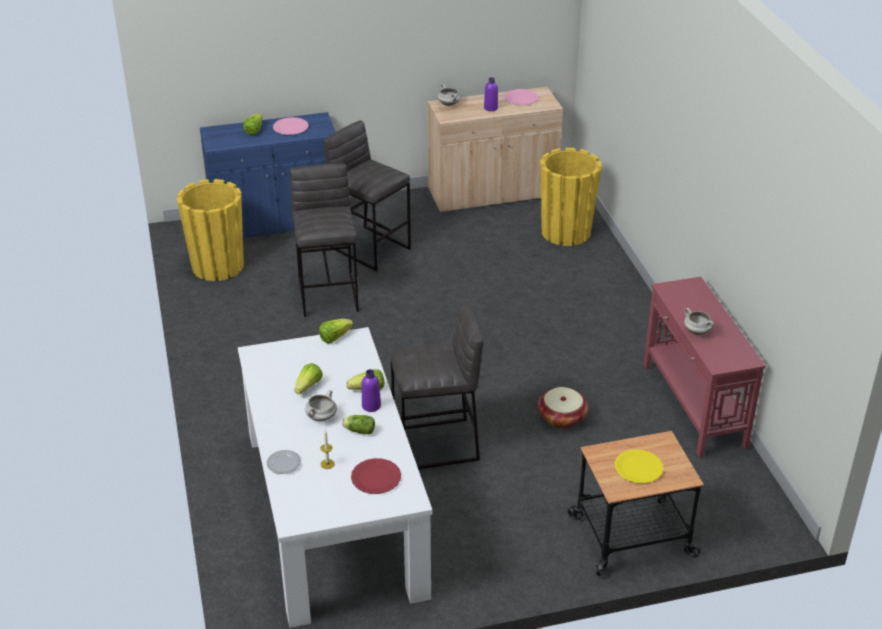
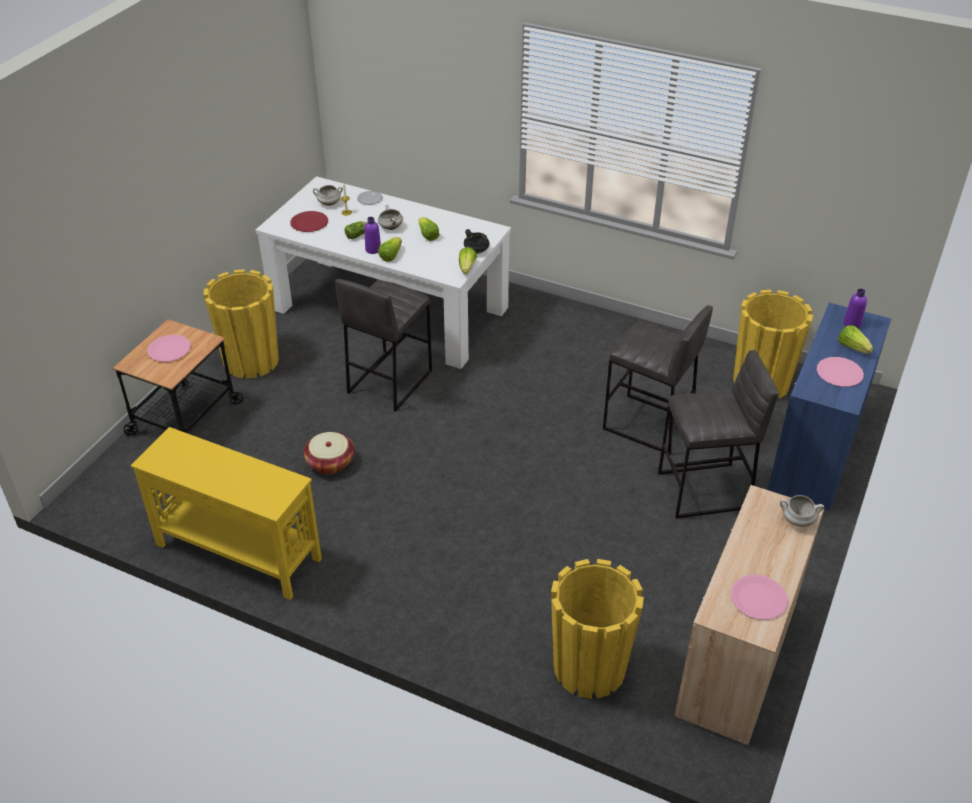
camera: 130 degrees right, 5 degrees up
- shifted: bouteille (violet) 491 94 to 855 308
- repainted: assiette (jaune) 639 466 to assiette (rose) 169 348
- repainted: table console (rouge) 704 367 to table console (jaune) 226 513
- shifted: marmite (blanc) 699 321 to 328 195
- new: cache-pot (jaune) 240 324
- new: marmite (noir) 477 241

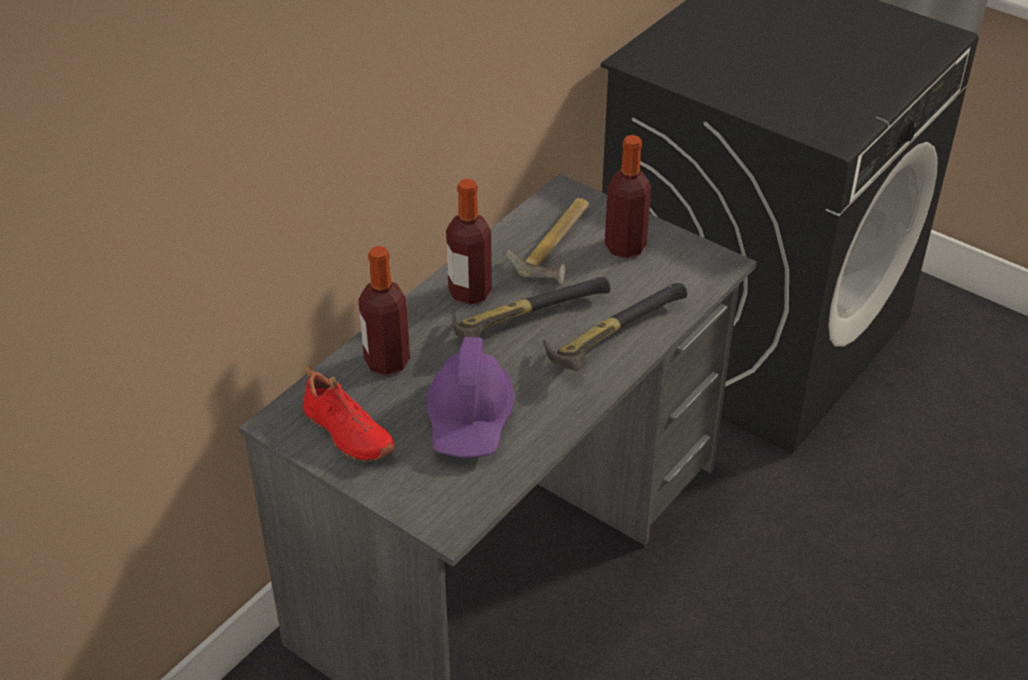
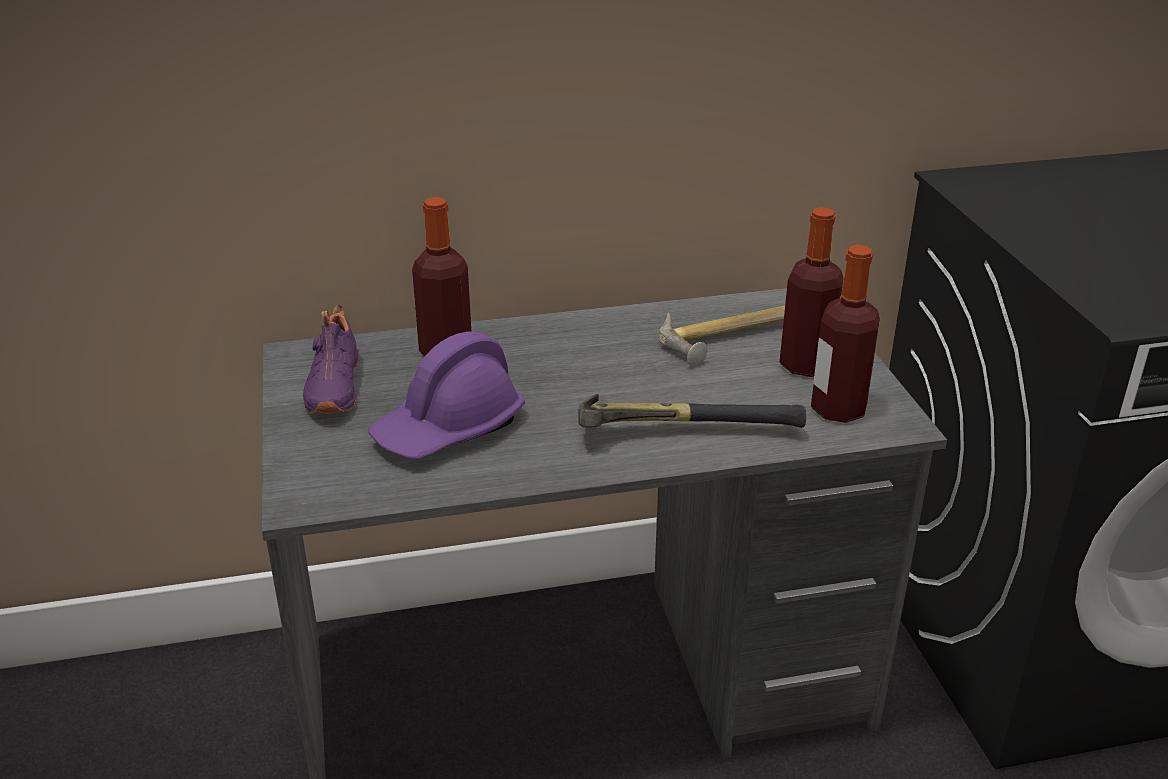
camera: 40 degrees right, 10 degrees down
- repainted: chaussure (rouge) 349 413 to chaussure (violet) 331 359
- shifted: bouteille 469 242 to 845 334
- gone: marteau 531 308

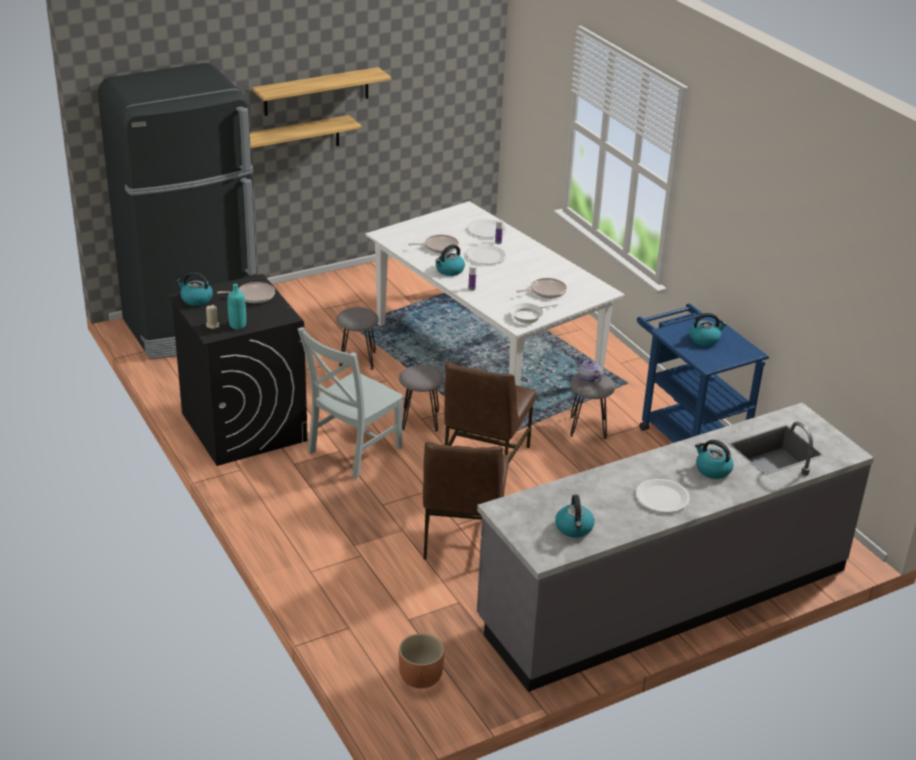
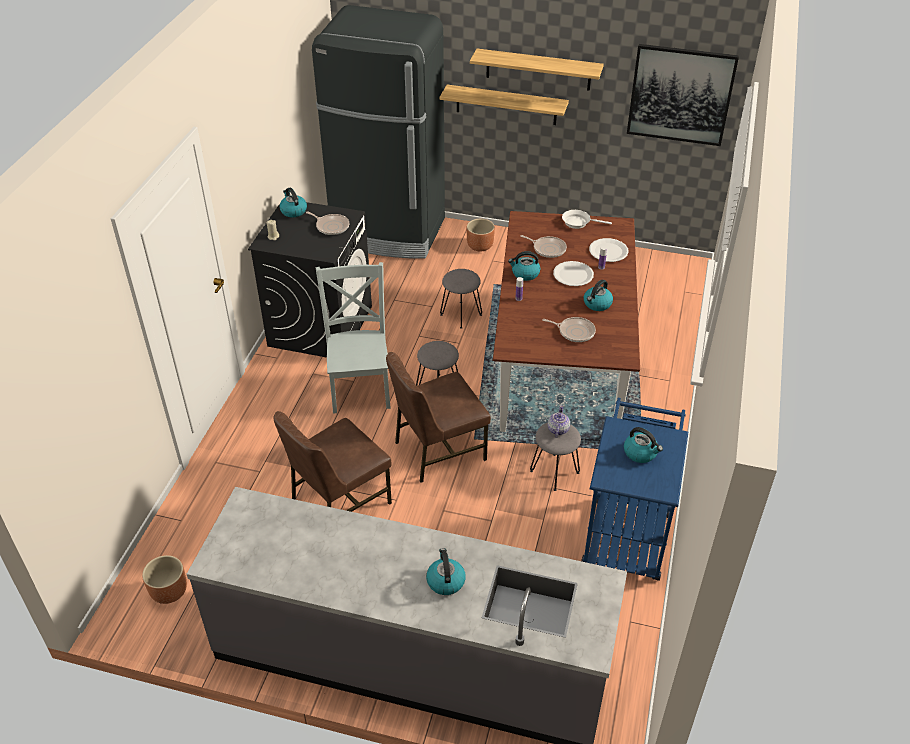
camera: 45 degrees right, 10 degrees up
- gone: bouteille (turquoise) 237 306
- rotated: chaise (gris) 351 403 = 353 338 90 degrees clockwise
- repainted: table à manger (blanc) 495 293 to table à manger (marron) 566 321
- shifted: poêle (blanc) 534 313 to 587 219
- shifted: bouilloire 574 516 to 598 295
- gone: assiette (blanc) 662 496
- new: cache-pot (marron) 480 235
- new: tableau 683 95

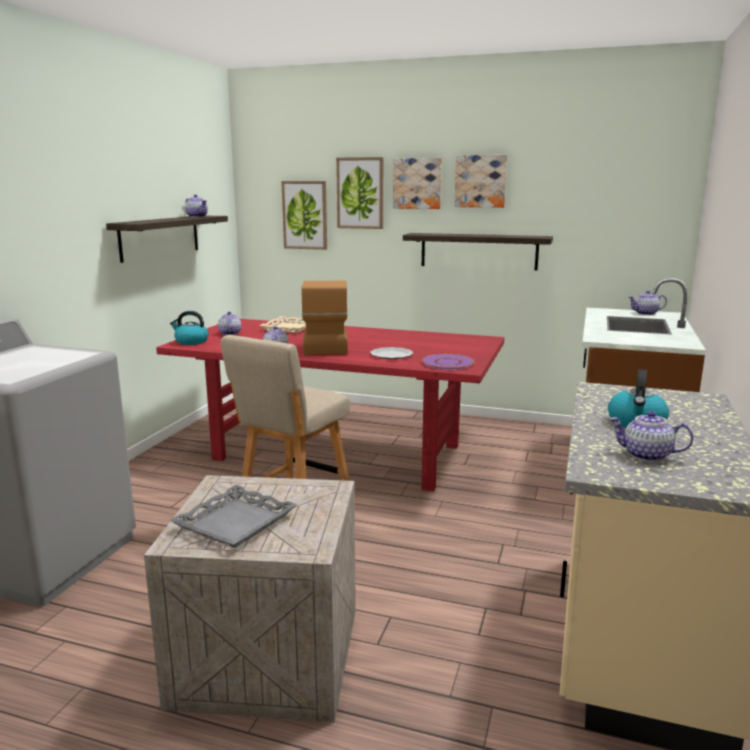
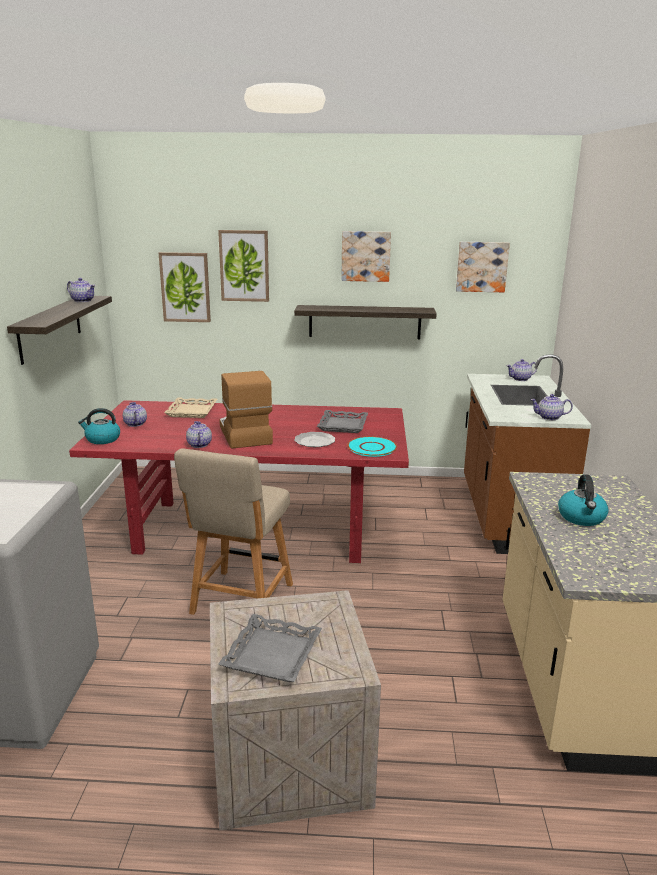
camera: 15 degrees left, 5 degrees up
- shifted: tableau 417 183 to 483 267
- repainted: assiette (violet) 448 362 to assiette (turquoise) 372 447
- shifted: théière 651 436 to 551 407
- new: plateau (gris) 342 421

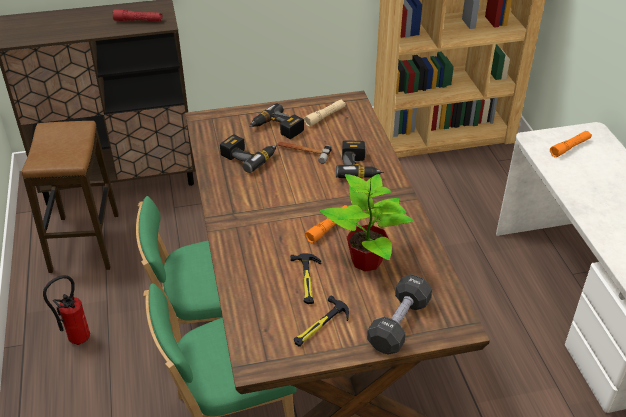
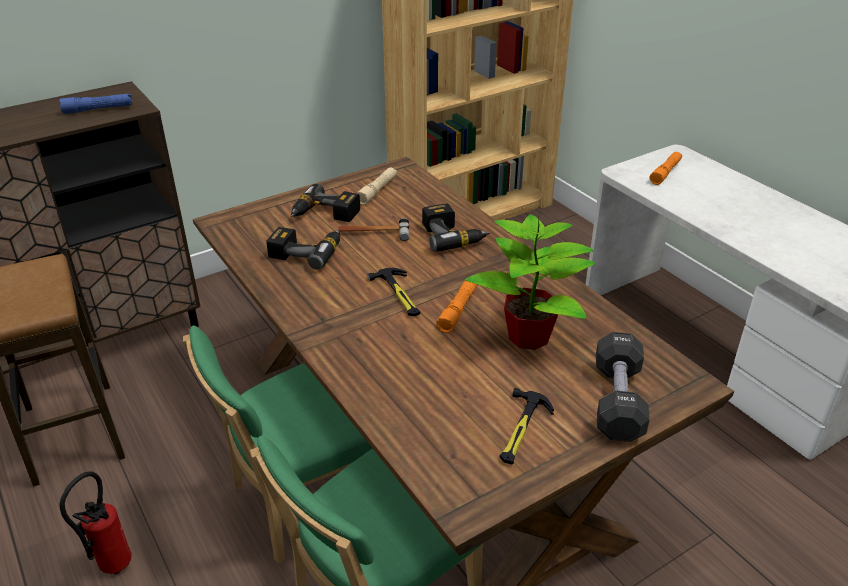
camera: 20 degrees left, 5 degrees down
- repainted: lampe de poche (rouge) 138 15 to lampe de poche (bleu) 95 104
- shifted: marteau 305 278 to 394 292

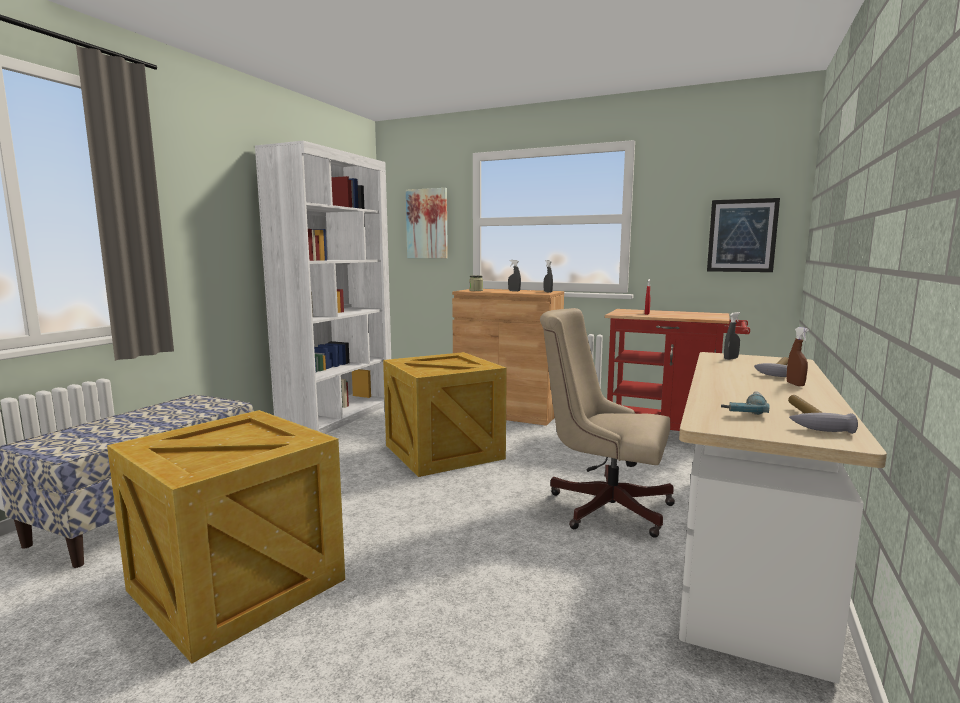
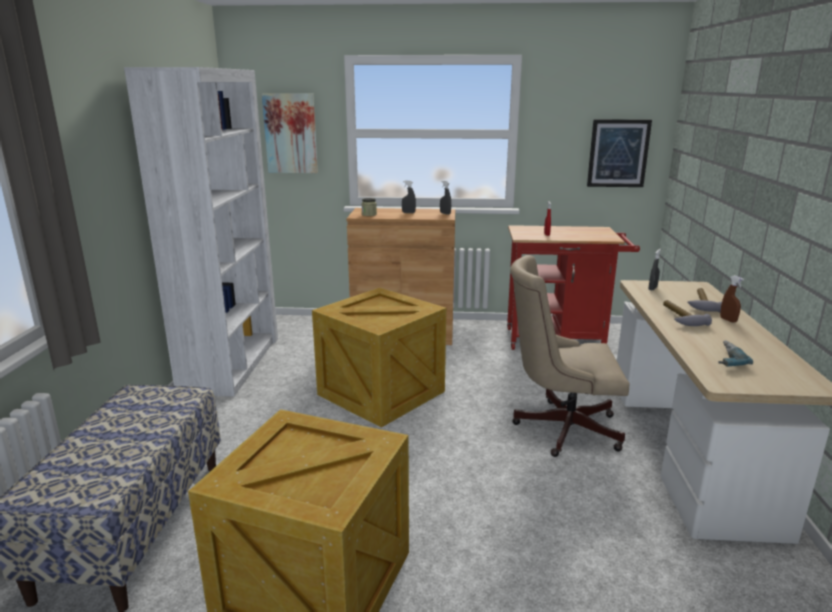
camera: 20 degrees left, 10 degrees up
- shifted: marteau 823 414 to 687 313

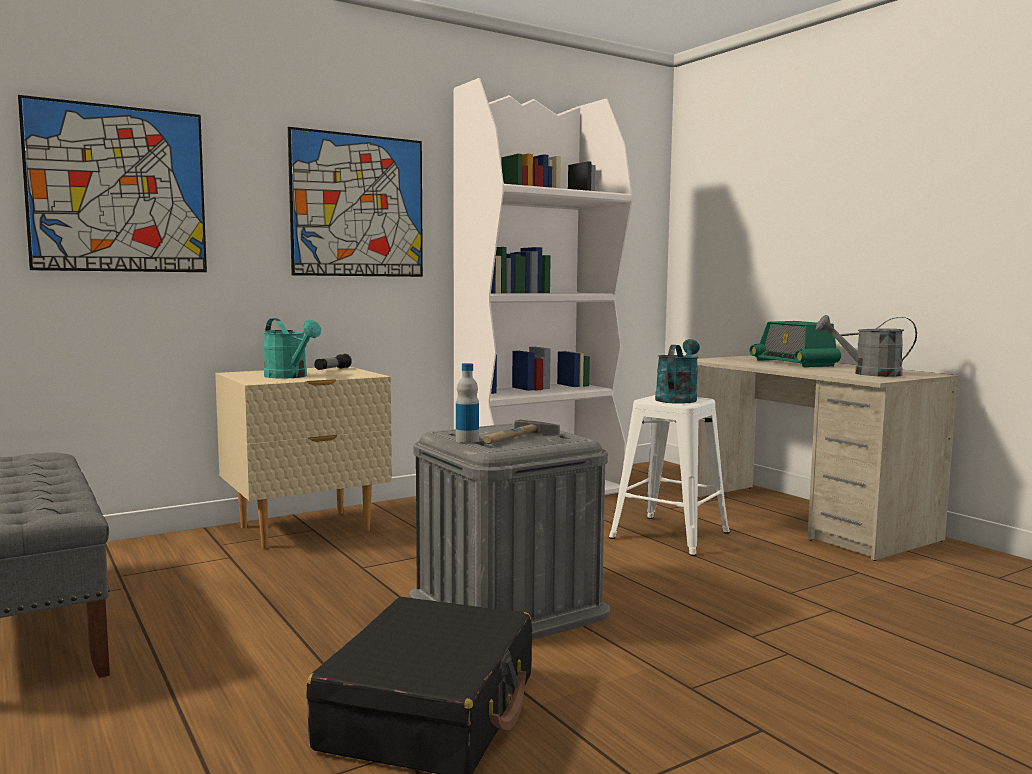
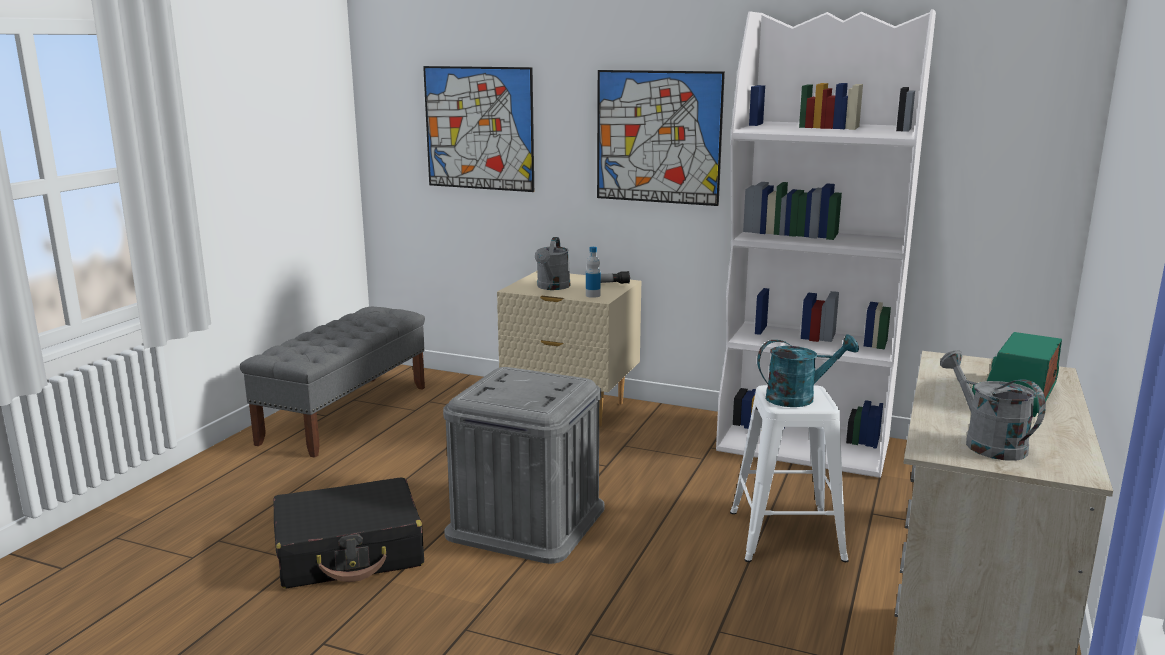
camera: 55 degrees right, 10 degrees up
- repainted: arrosoir (turquoise) 292 348 to arrosoir (gris) 552 263
- shifted: bouteille 467 403 to 593 272
- gone: marteau 521 432

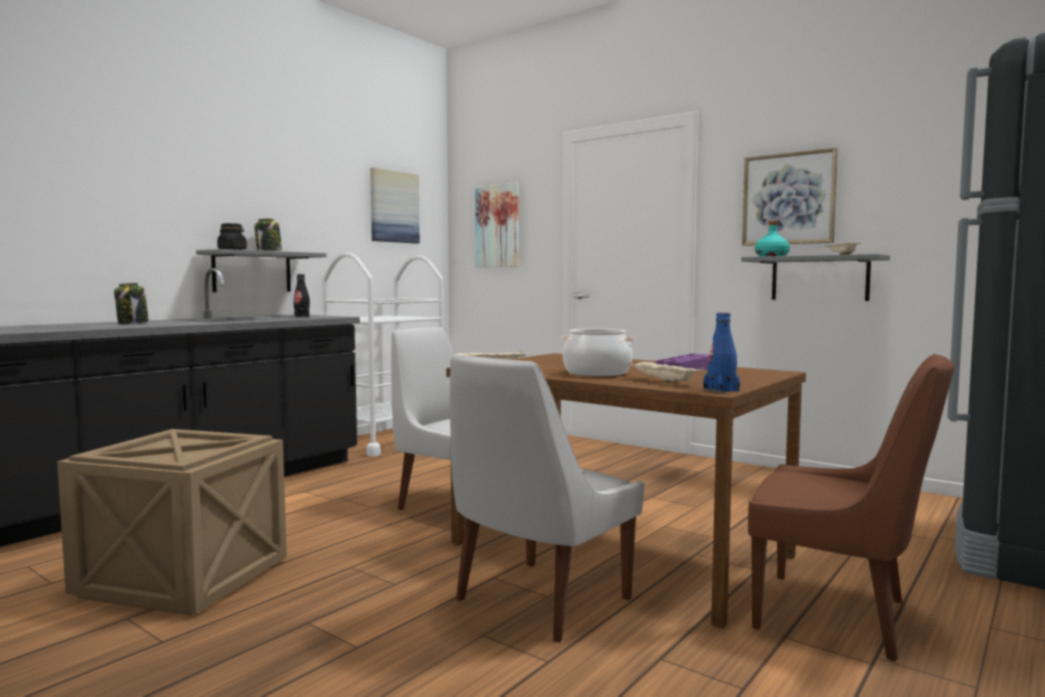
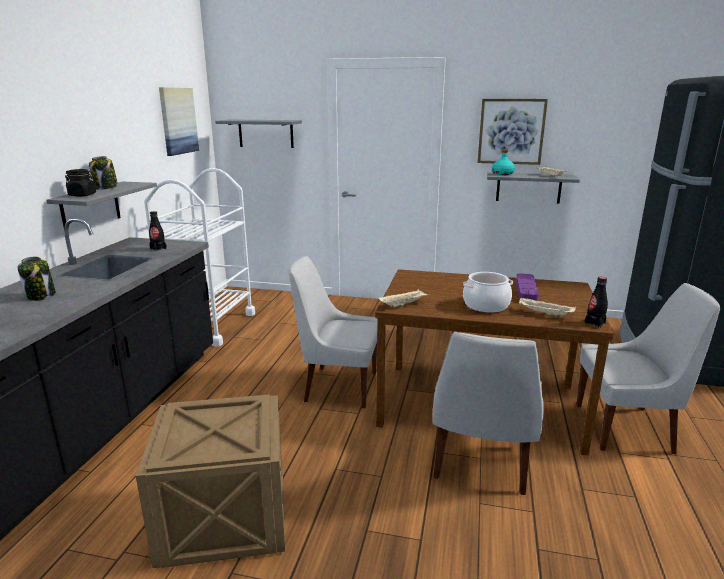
camera: 25 degrees left, 15 degrees up
- swapped: tableau 497 225 to étagère (gris) 258 133
- repainted: bouteille (bleu) 721 352 to bouteille (noir) 596 302
- repainted: chaise (marron) 851 508 to chaise (blanc) 648 369

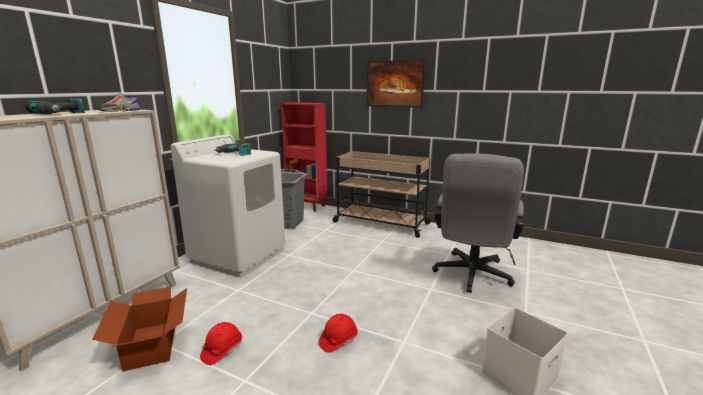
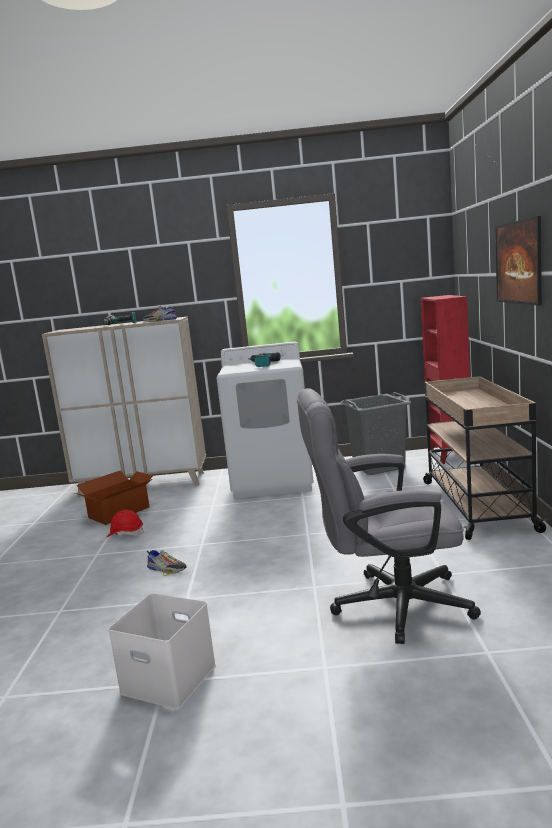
camera: 65 degrees right, 5 degrees down
- swapped: casque de chantier (rouge) 338 333 to chaussure 167 563

